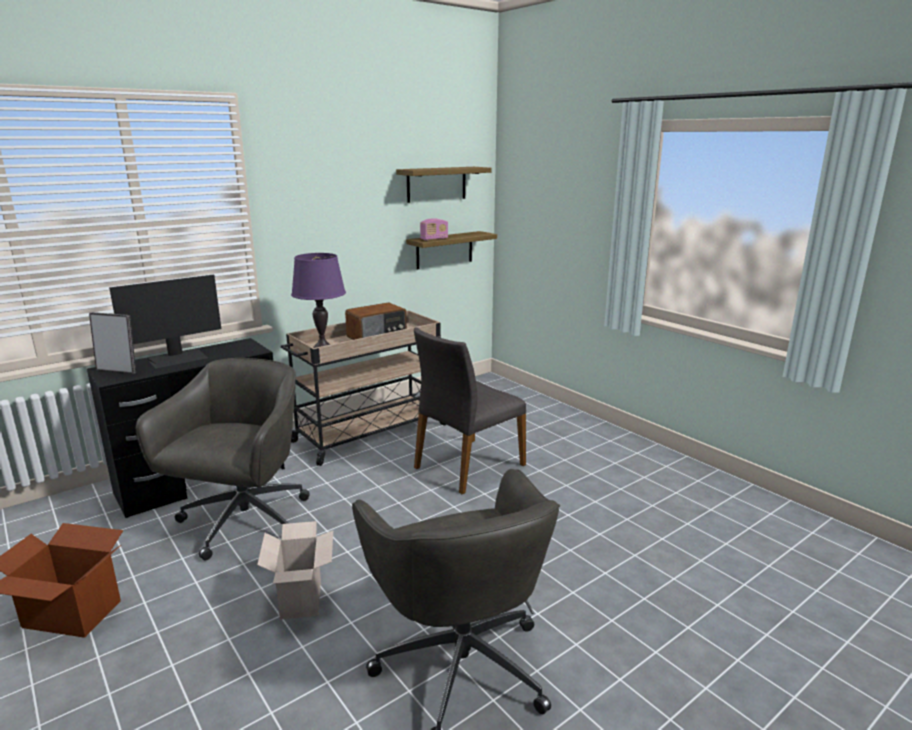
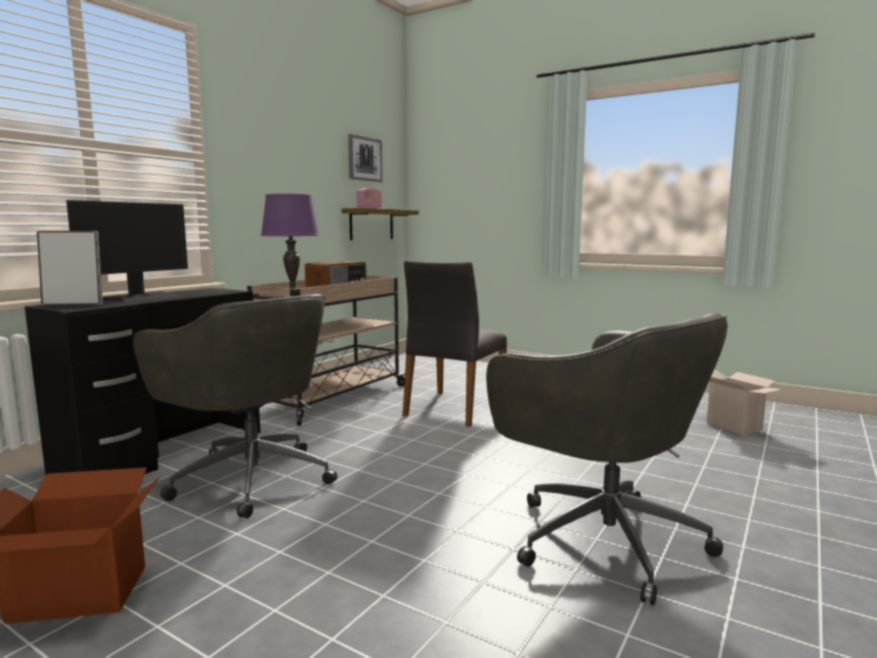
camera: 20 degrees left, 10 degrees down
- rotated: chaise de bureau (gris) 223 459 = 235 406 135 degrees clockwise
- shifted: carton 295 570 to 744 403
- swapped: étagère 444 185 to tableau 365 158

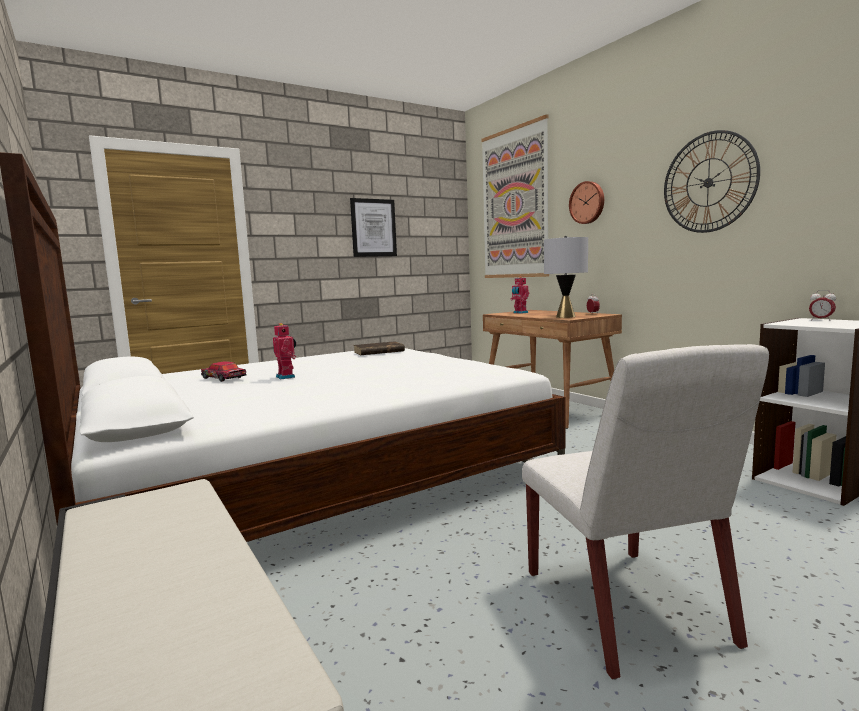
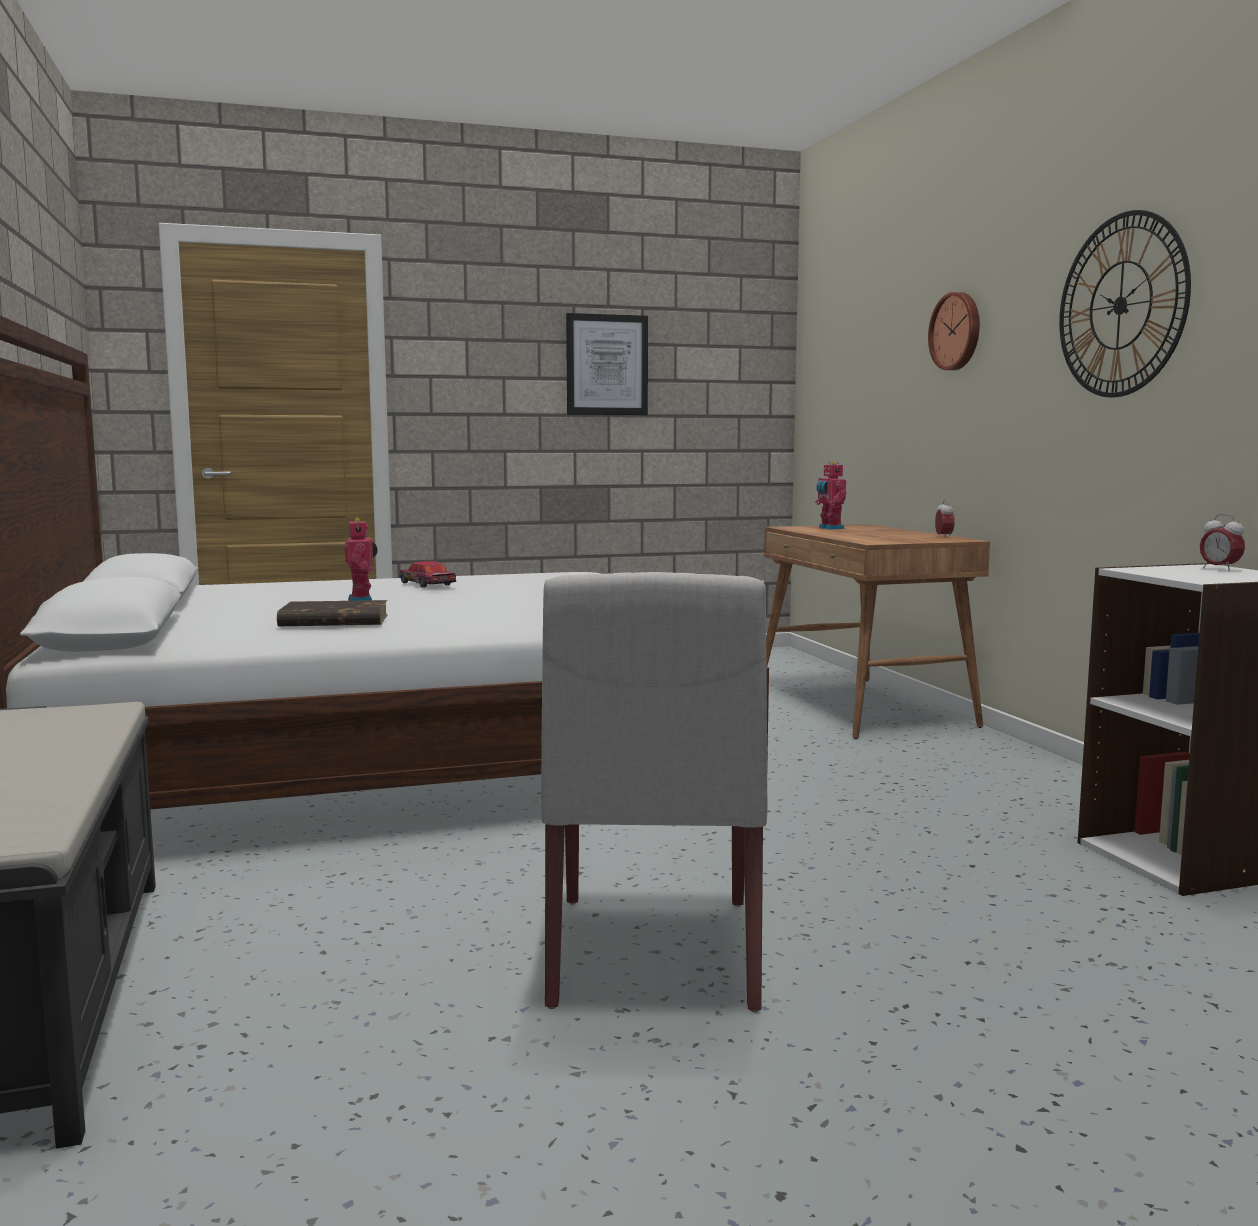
camera: 15 degrees right, 0 degrees up
- shifted: petite voiture 223 371 to 428 574
- shifted: livre (marron) 379 348 to 332 613
- gone: tableau 515 196
- gone: lampe de table (gris) 566 277

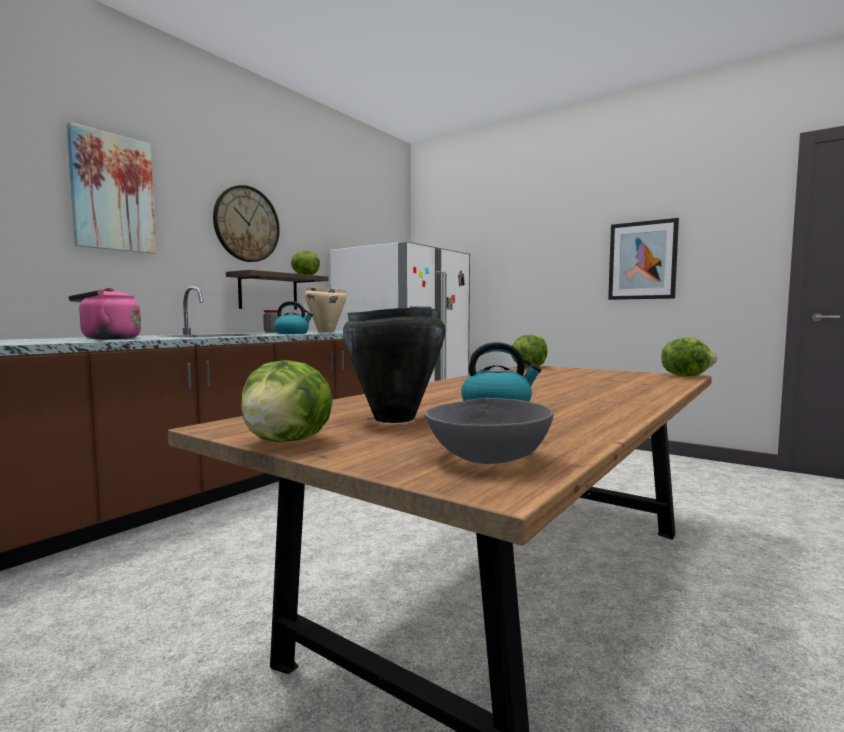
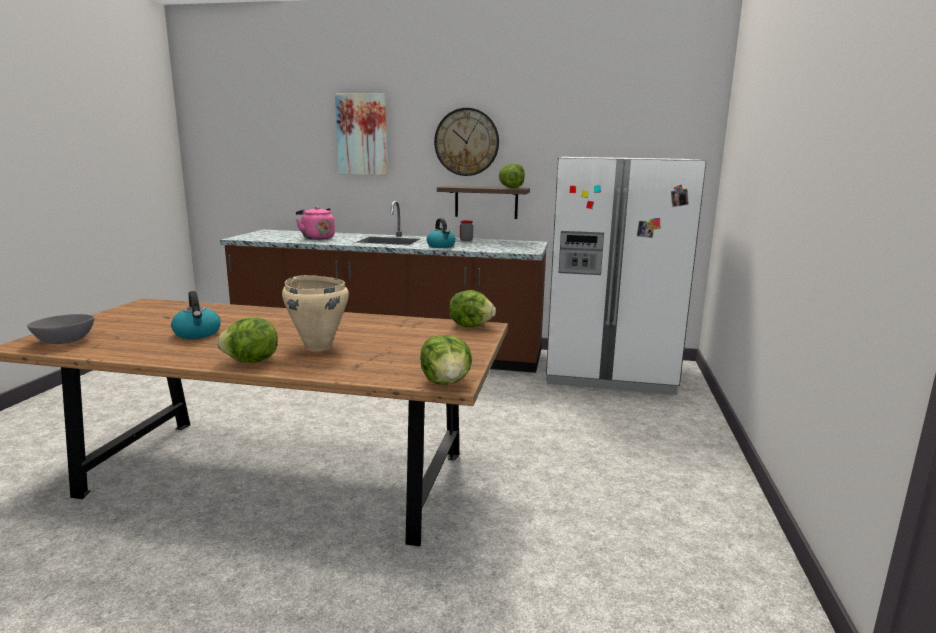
camera: 65 degrees right, 10 degrees up
- shifted: laitue 287 401 to 247 340
- shifted: marmite (beige) 325 309 to 315 313
- gone: marmite (noir) 394 365
- gone: tableau 643 259

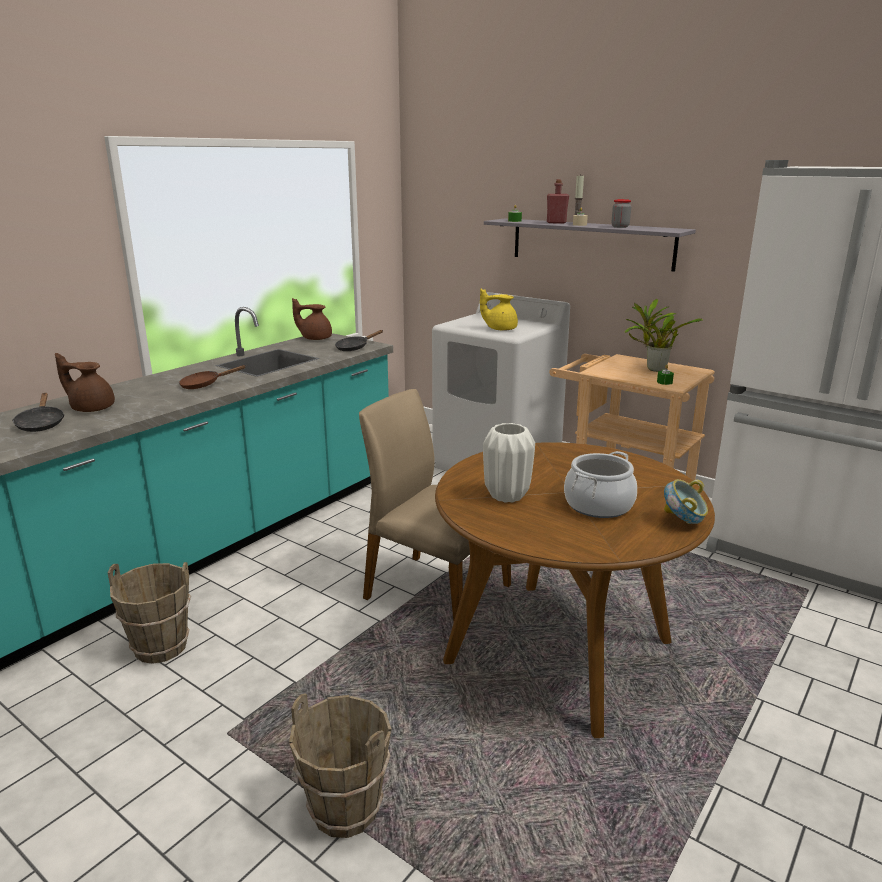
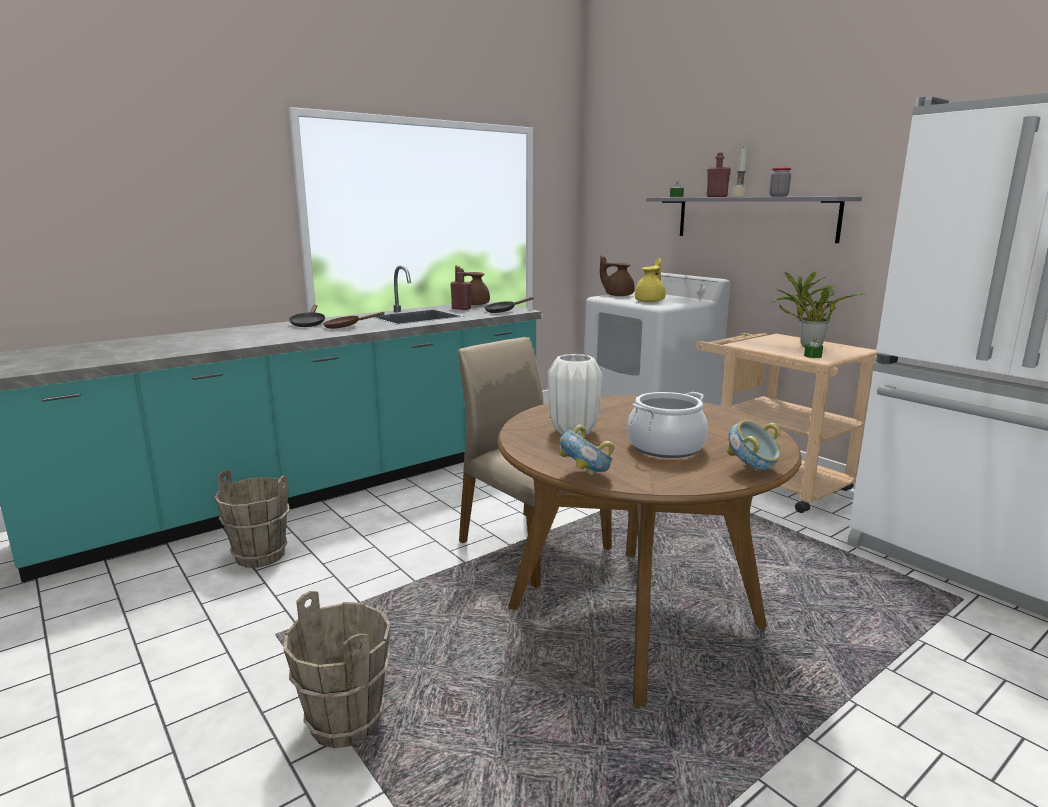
camera: 15 degrees right, 5 degrees down
- shifted: poêle (noir) 38 412 to 307 316
- shifted: théière (marron) 85 382 to 617 276
- rotated: théière (jaune) 499 310 = 650 280 105 degrees clockwise
- new: bouteille (rouge) 460 289
- new: bol 586 449

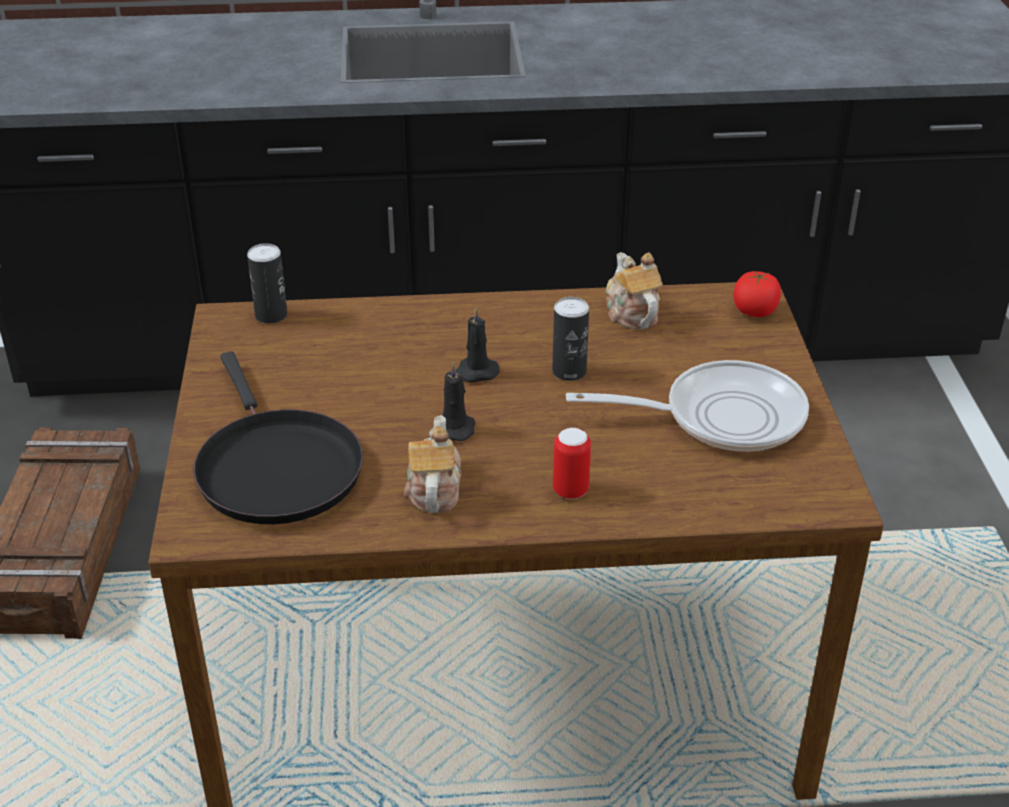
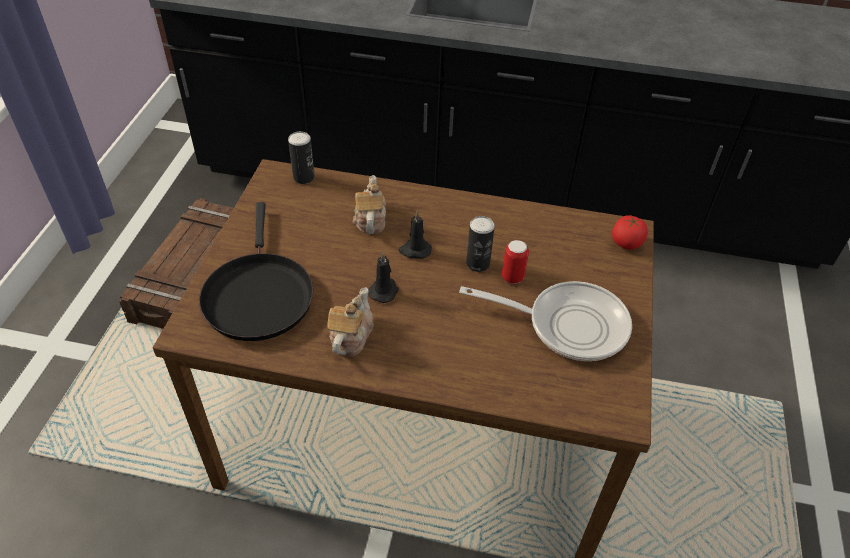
camera: 15 degrees right, 10 degrees up
- shifted: boîte métallique 572 463 to 515 262
- shifted: théière 634 290 to 369 204

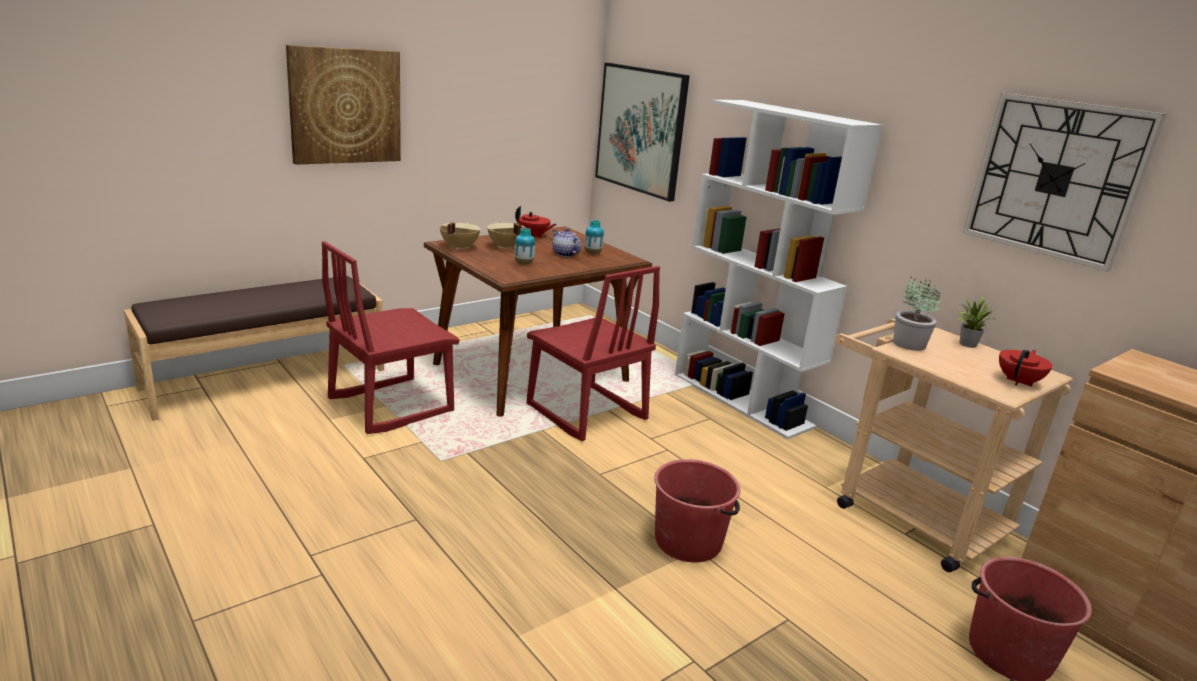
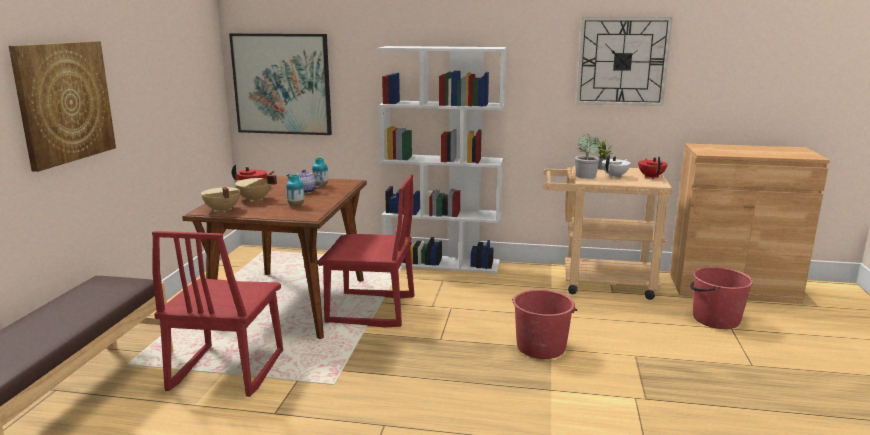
camera: 40 degrees left, 5 degrees down
- new: théière (blanc) 616 166

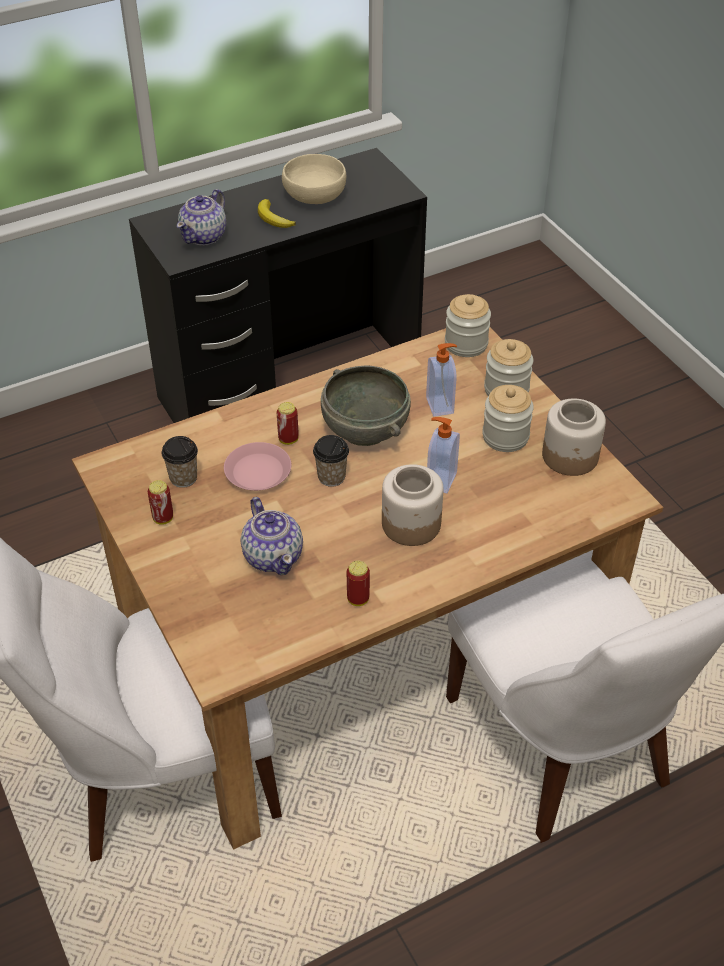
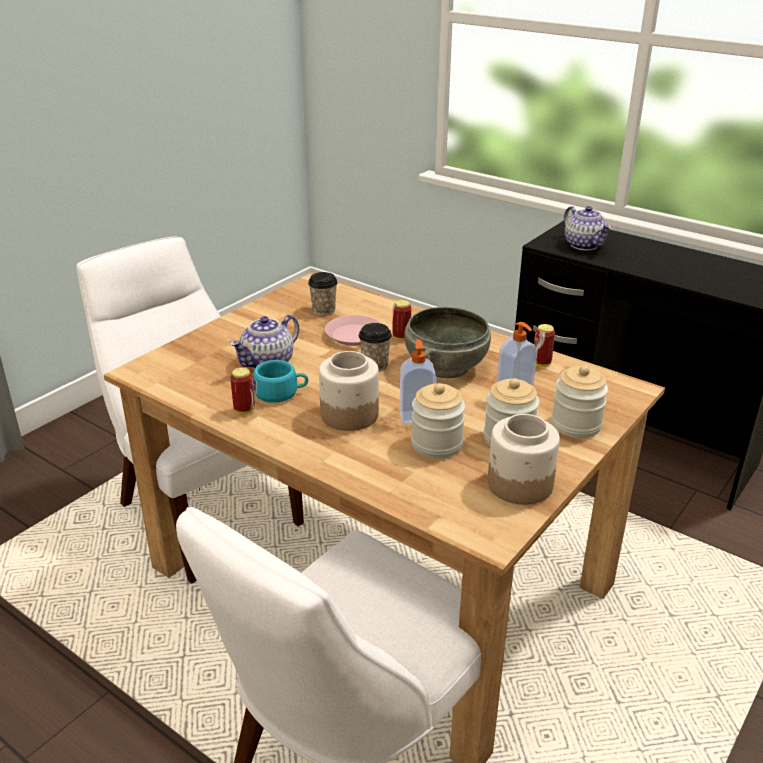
camera: 65 degrees right, 15 degrees down
- shifted: boîte métallique 160 502 to 544 345
- rotated: théière 201 217 = 588 228 120 degrees counterclockwise
- gone: banane 277 213
- gone: bol (beige) 314 179
- shifted: bocal 468 325 to 438 420
- new: tasse (turquoise) 280 381

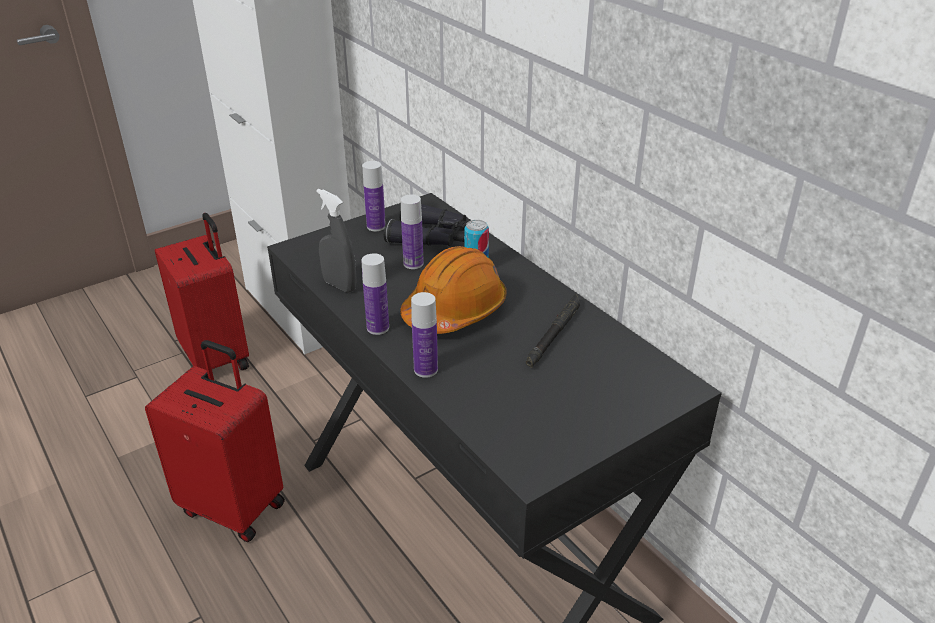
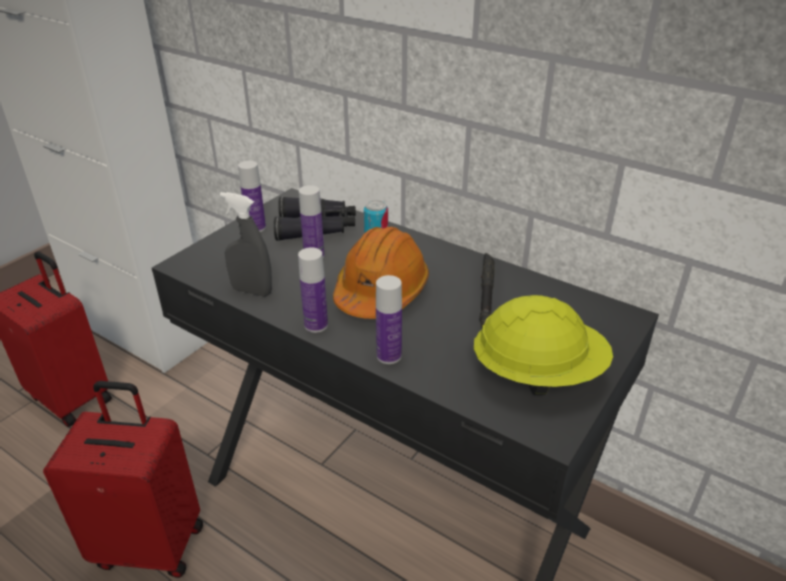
camera: 20 degrees left, 0 degrees up
- new: casque de chantier (jaune) 543 345

